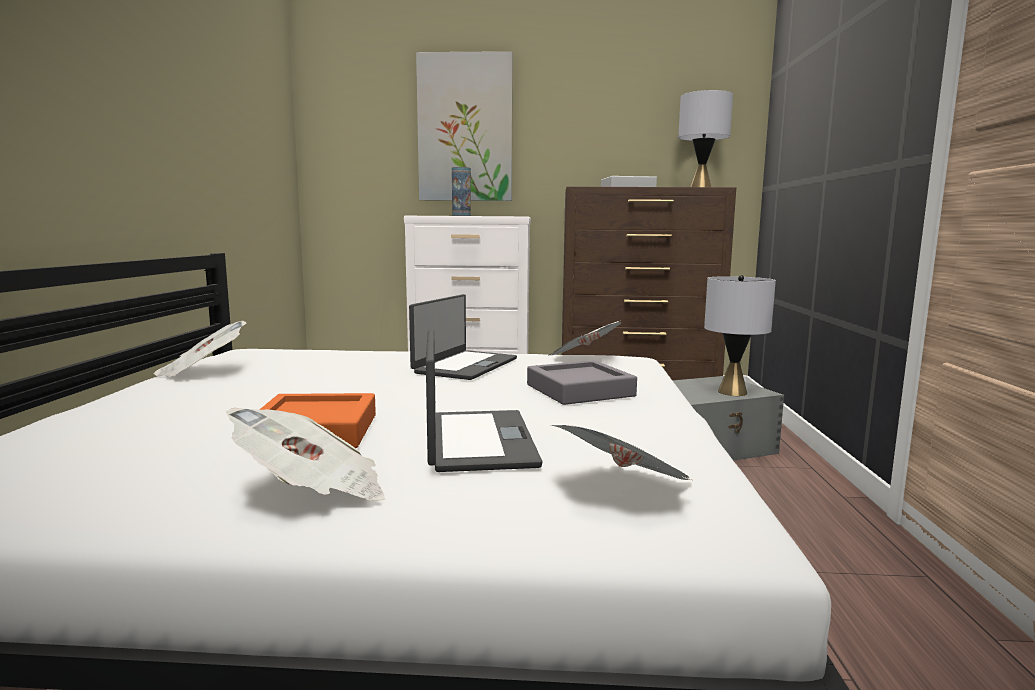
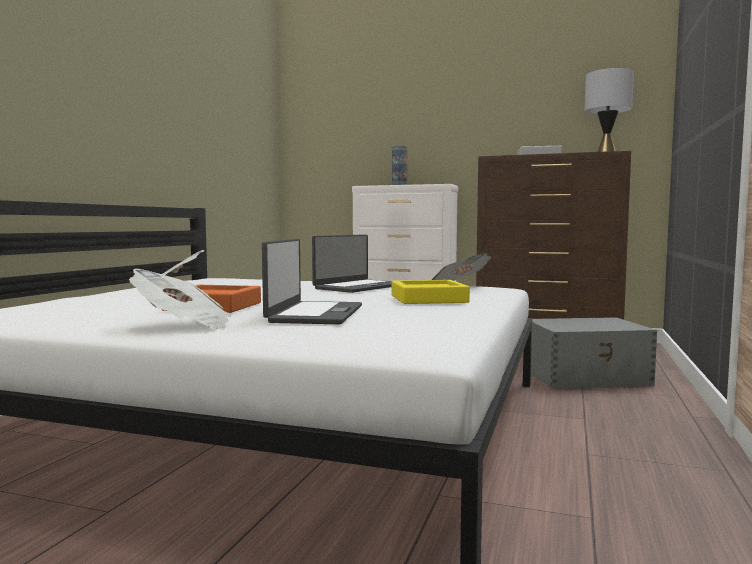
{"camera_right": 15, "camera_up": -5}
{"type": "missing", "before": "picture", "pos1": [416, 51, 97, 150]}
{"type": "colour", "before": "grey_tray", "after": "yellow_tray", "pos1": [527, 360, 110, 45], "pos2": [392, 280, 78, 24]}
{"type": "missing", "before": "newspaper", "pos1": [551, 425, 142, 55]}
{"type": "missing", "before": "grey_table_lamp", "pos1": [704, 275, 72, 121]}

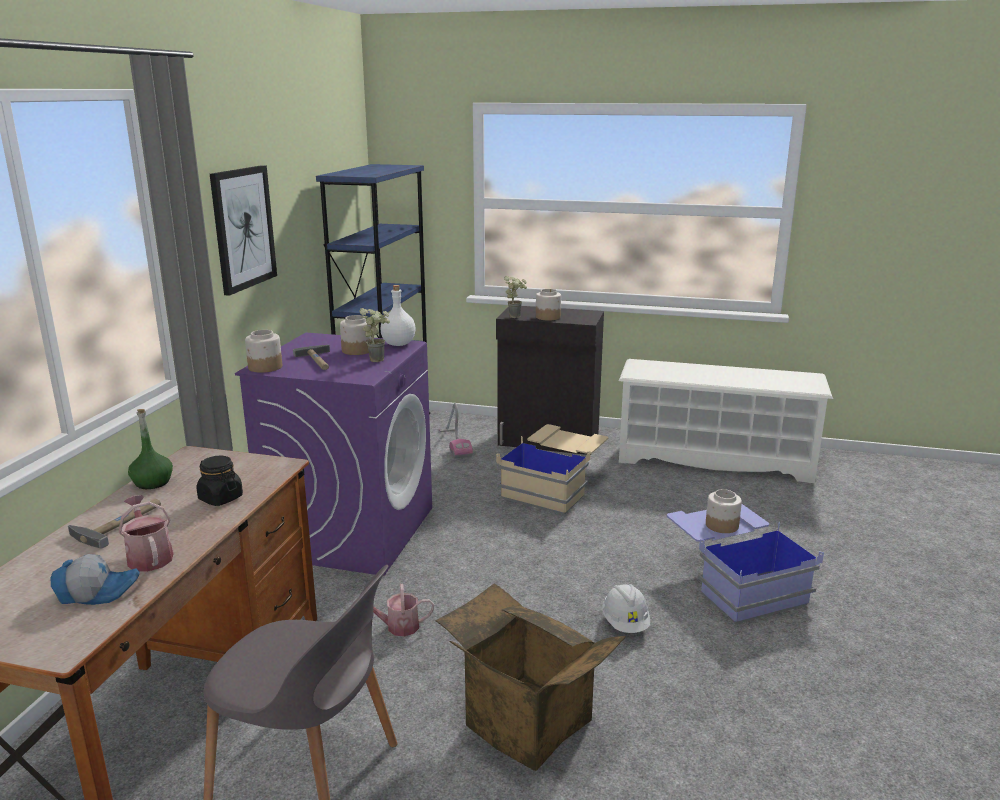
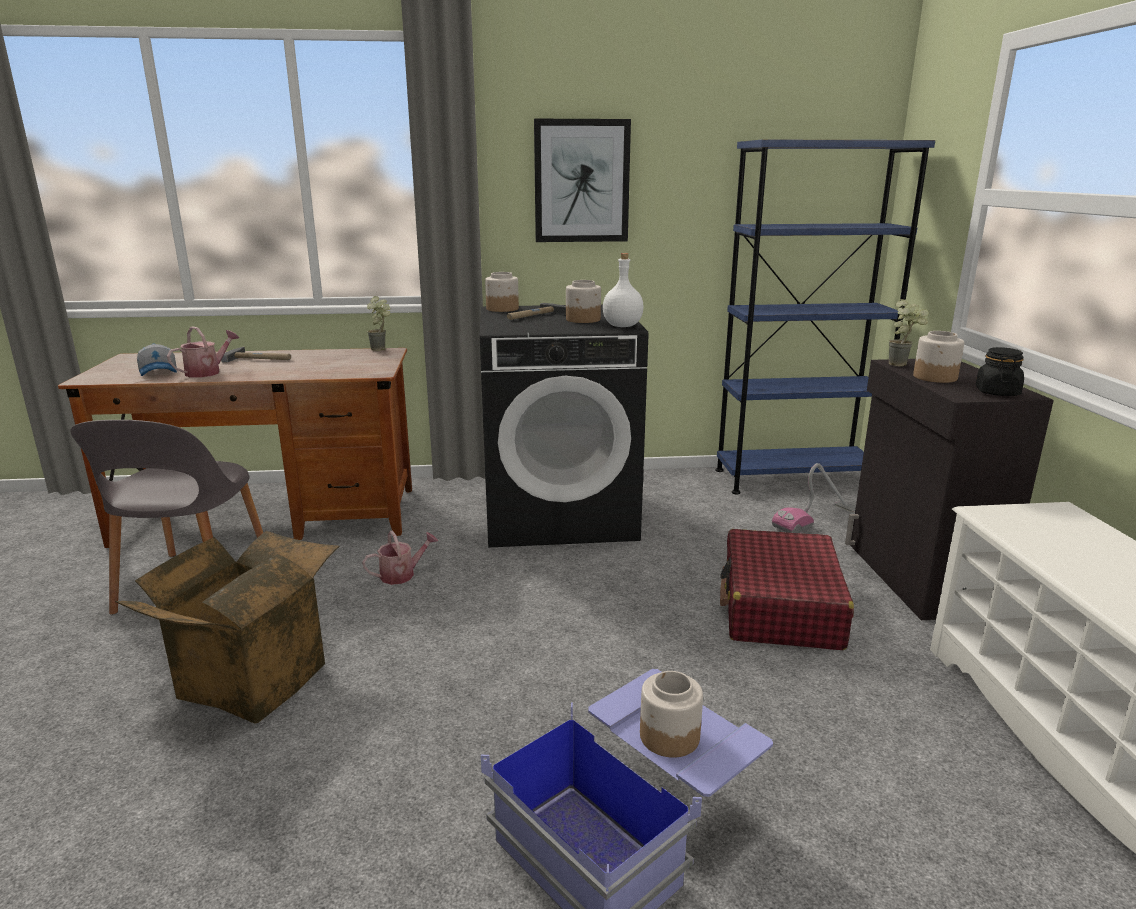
{"camera_right": 70, "camera_up": 0}
{"type": "missing", "before": "green_bottle", "pos1": [128, 409, 45, 80]}
{"type": "relocated", "before": "black_jar", "pos1": [196, 456, 47, 50], "pos2": [976, 347, 48, 49]}
{"type": "colour", "before": "purple_washing_machine", "after": "black_washing_machine", "pos1": [235, 333, 197, 243], "pos2": [480, 304, 169, 244]}
{"type": "relocated", "before": "potted_plant", "pos1": [359, 308, 31, 54], "pos2": [367, 296, 23, 55]}
{"type": "spun", "before": "watering_can", "pos1": [373, 584, 61, 52], "pos2": [362, 530, 76, 55], "turn": 90}
{"type": "exchanged", "before": "beige_storage_box", "after": "red_suitcase", "pos1": [496, 424, 113, 91], "pos2": [720, 529, 134, 121]}
{"type": "missing", "before": "white_hard_hat", "pos1": [602, 584, 48, 49]}

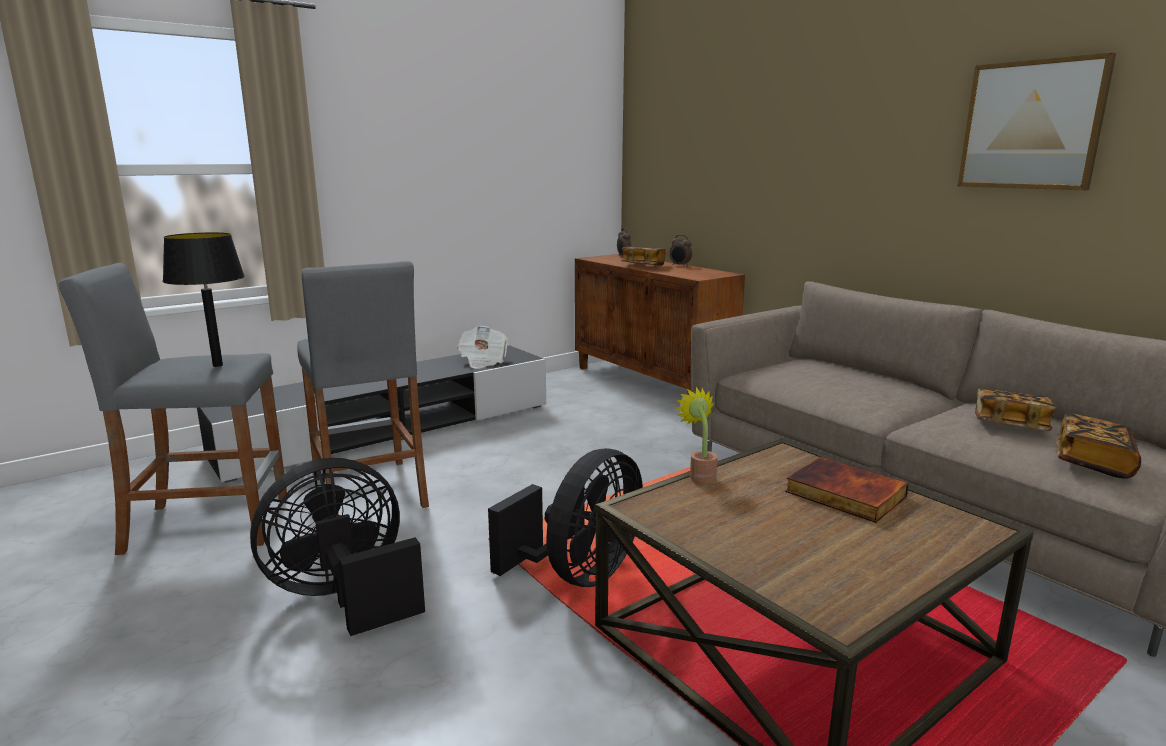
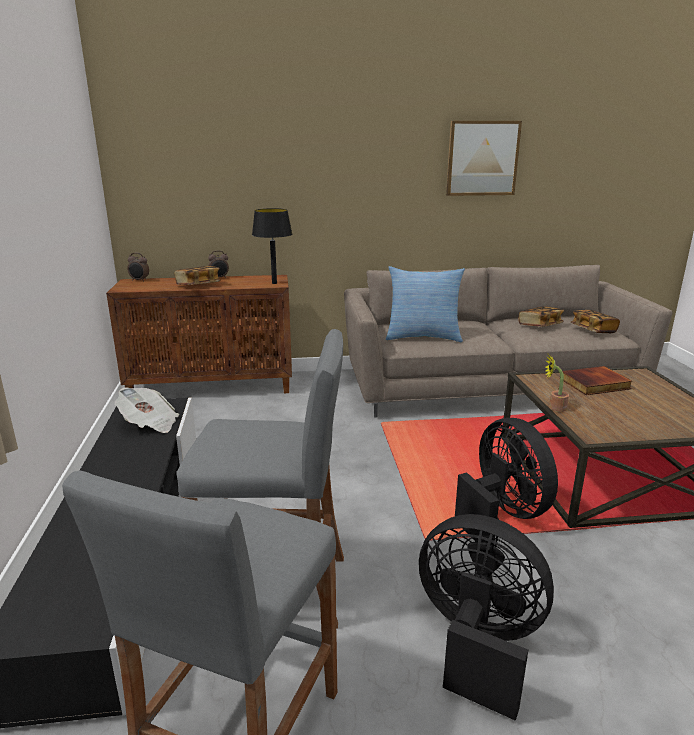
{"camera_right": -60, "camera_up": 5}
{"type": "relocated", "before": "black_table_lamp", "pos1": [163, 232, 82, 135], "pos2": [252, 208, 40, 76]}
{"type": "spun", "before": "black_fan", "pos1": [250, 458, 175, 178], "pos2": [419, 514, 135, 207], "turn": 120}
{"type": "appeared", "after": "pillow", "pos2": [386, 266, 79, 76]}

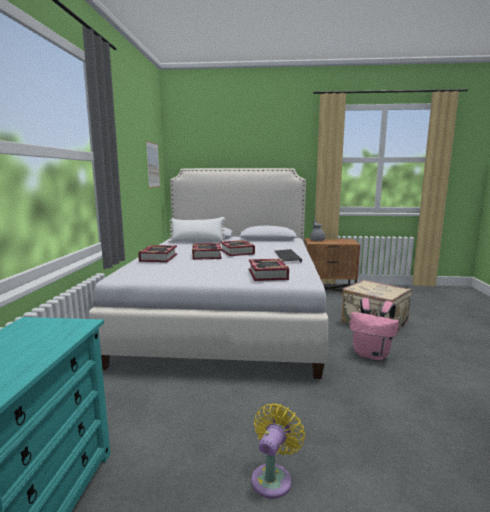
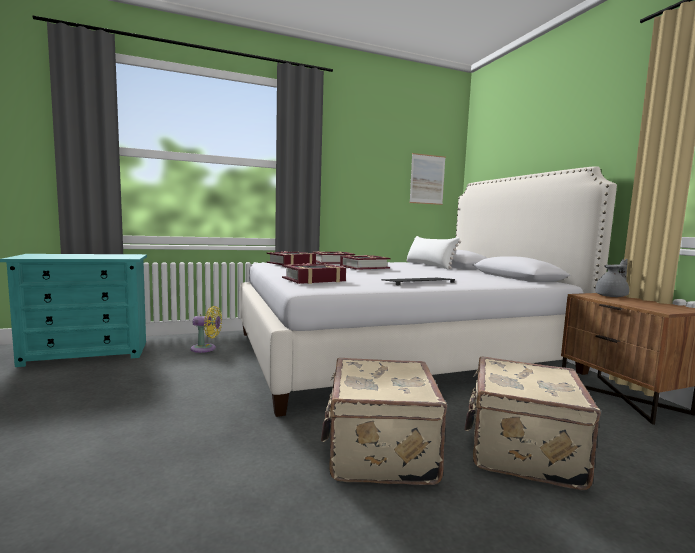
{"camera_right": 65, "camera_up": -5}
{"type": "relocated", "before": "book", "pos1": [220, 240, 35, 16], "pos2": [266, 251, 50, 14]}
{"type": "relocated", "before": "yellow_fan", "pos1": [251, 403, 54, 96], "pos2": [191, 306, 31, 47]}
{"type": "exchanged", "before": "pink_backpack", "after": "beige_suitcase", "pos1": [349, 298, 50, 62], "pos2": [321, 358, 126, 127]}

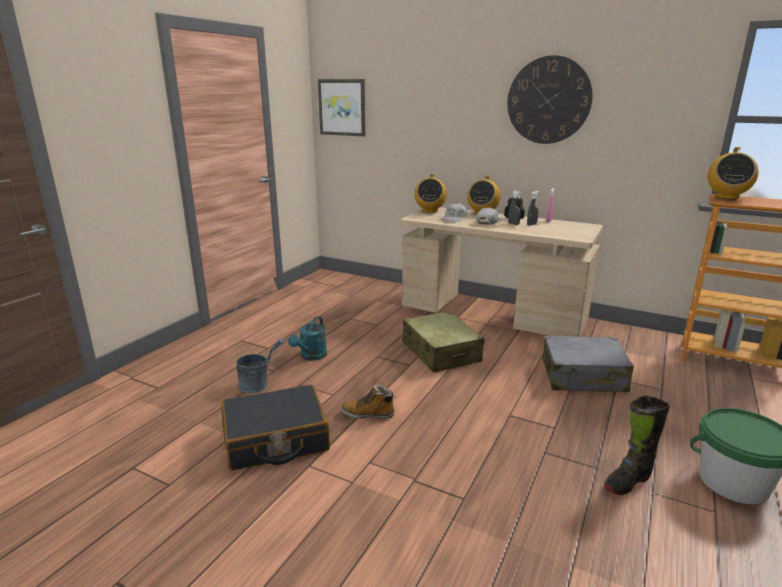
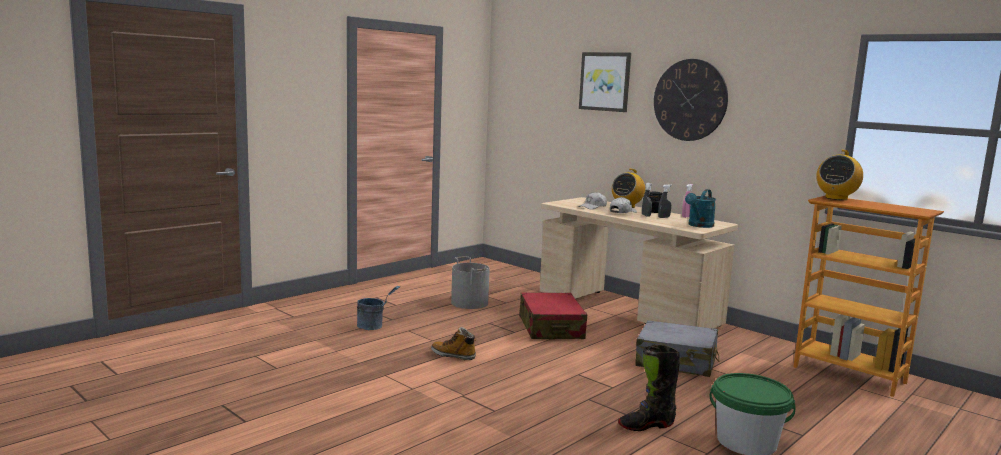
{"camera_right": 15, "camera_up": -10}
{"type": "missing", "before": "black_suitcase", "pos1": [221, 384, 109, 86]}
{"type": "relocated", "before": "turquoise_watering_can", "pos1": [288, 316, 39, 45], "pos2": [685, 189, 31, 39]}
{"type": "relocated", "before": "picture", "pos1": [318, 79, 48, 57], "pos2": [579, 52, 52, 60]}
{"type": "colour", "before": "beige_suitcase", "after": "red_suitcase", "pos1": [403, 311, 81, 61], "pos2": [519, 292, 68, 47]}
{"type": "missing", "before": "radio", "pos1": [414, 173, 33, 40]}
{"type": "appeared", "after": "grey_bucket", "pos2": [451, 256, 39, 53]}

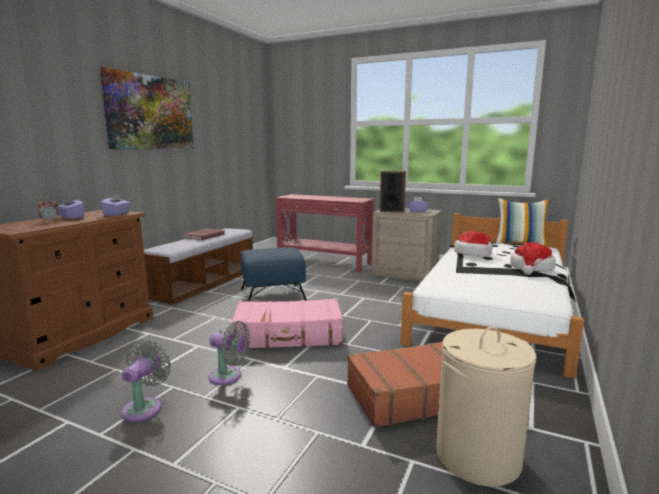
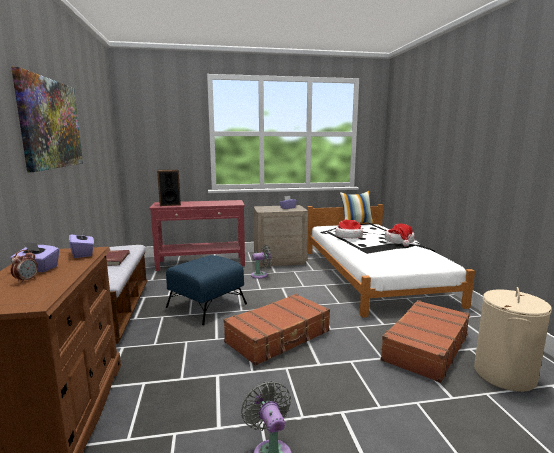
{"camera_right": -35, "camera_up": 0}
{"type": "relocated", "before": "grey_fan", "pos1": [209, 321, 41, 64], "pos2": [251, 245, 21, 34]}
{"type": "colour", "before": "pink_suitcase", "after": "brown_suitcase", "pos1": [231, 298, 112, 51], "pos2": [224, 294, 106, 72]}
{"type": "relocated", "before": "speaker", "pos1": [380, 171, 26, 42], "pos2": [157, 169, 24, 37]}

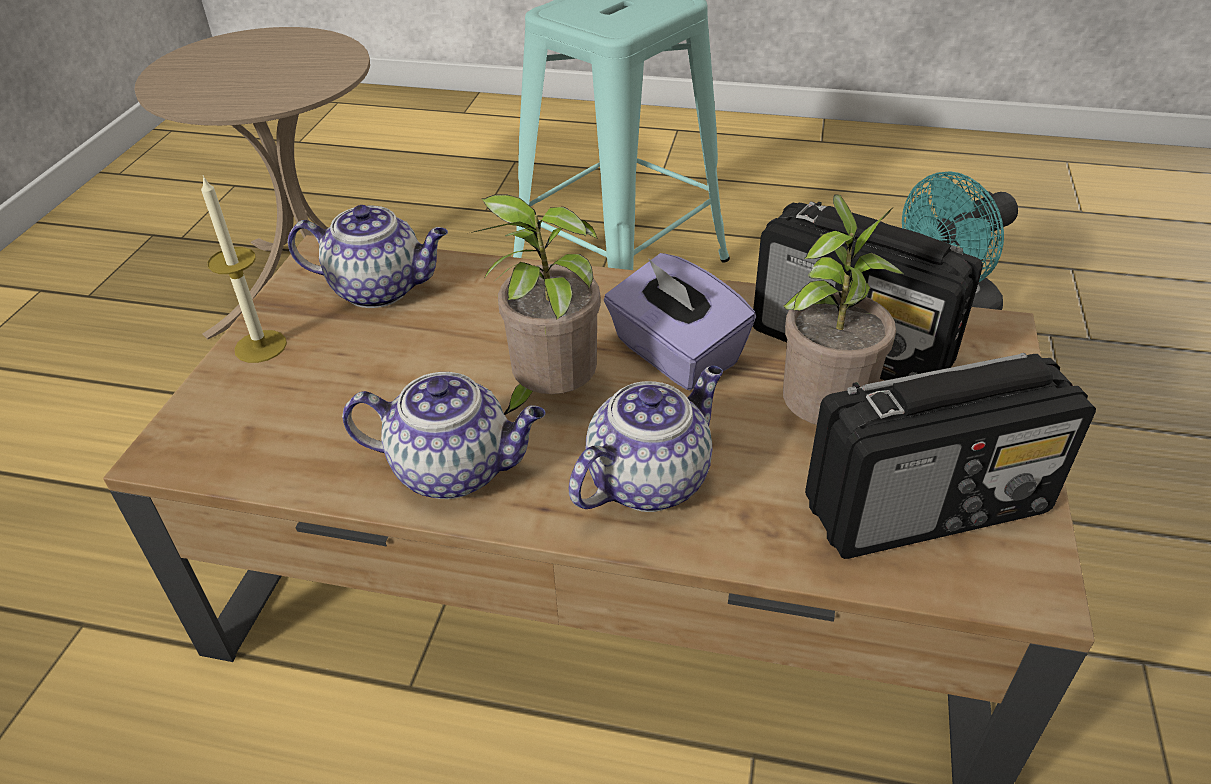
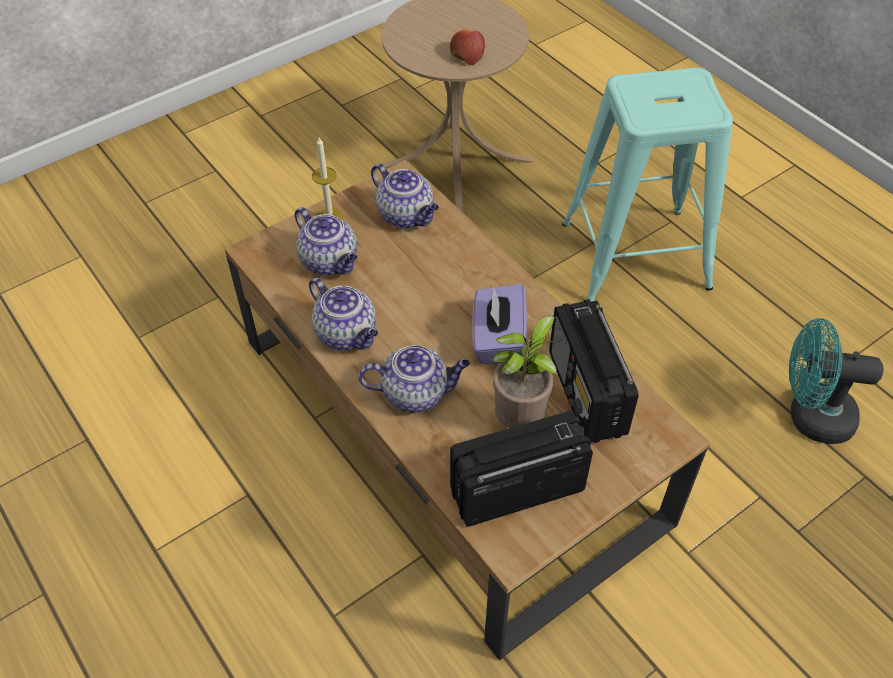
{"camera_right": 40, "camera_up": 10}
{"type": "missing", "before": "potted_plant", "pos1": [467, 194, 134, 221]}
{"type": "spun", "before": "radio", "pos1": [805, 353, 291, 206], "pos2": [450, 411, 143, 116], "turn": 135}
{"type": "appeared", "after": "teapot", "pos2": [295, 207, 63, 68]}
{"type": "appeared", "after": "apple", "pos2": [450, 29, 35, 36]}

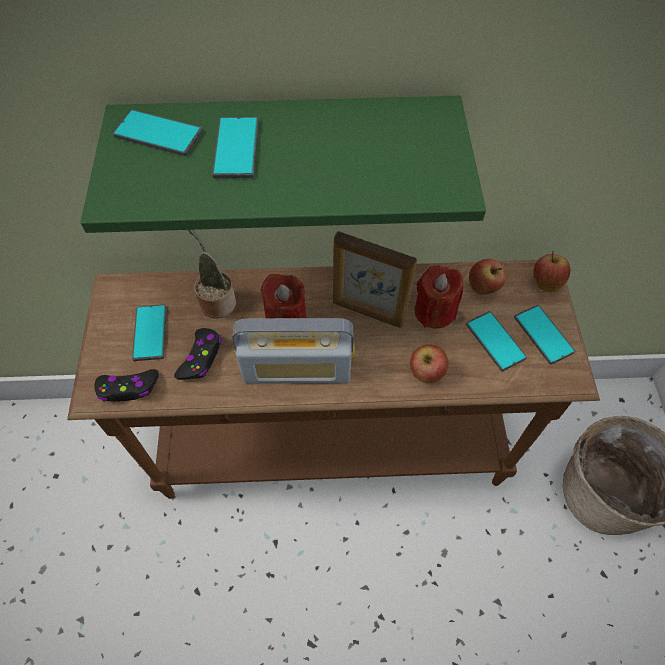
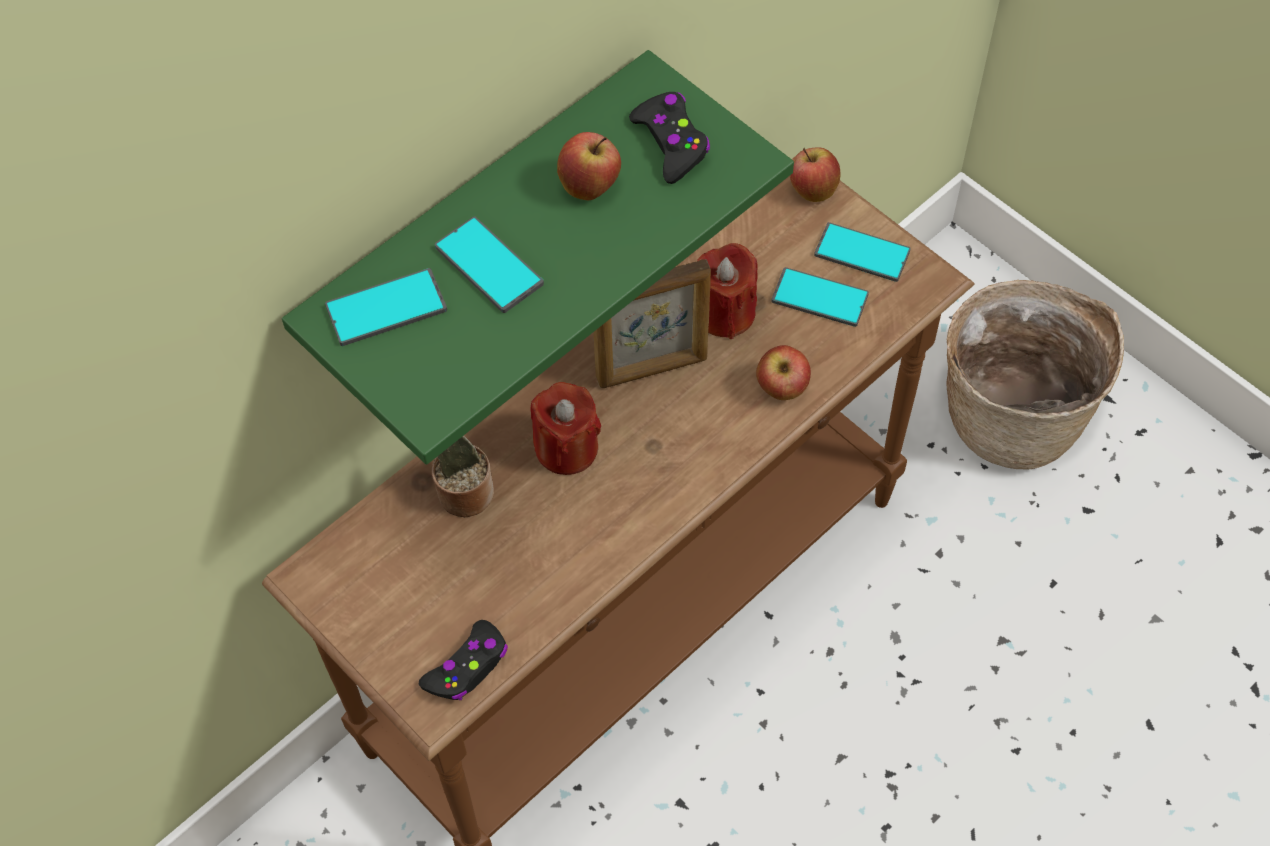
{"camera_right": -40, "camera_up": 0}
{"type": "missing", "before": "phone", "pos1": [132, 305, 35, 56]}
{"type": "relocated", "before": "black_game_controller", "pos1": [174, 328, 48, 52], "pos2": [629, 92, 81, 92]}
{"type": "missing", "before": "radio", "pos1": [233, 318, 122, 66]}
{"type": "relocated", "before": "apple", "pos1": [469, 259, 37, 36], "pos2": [557, 132, 64, 68]}

